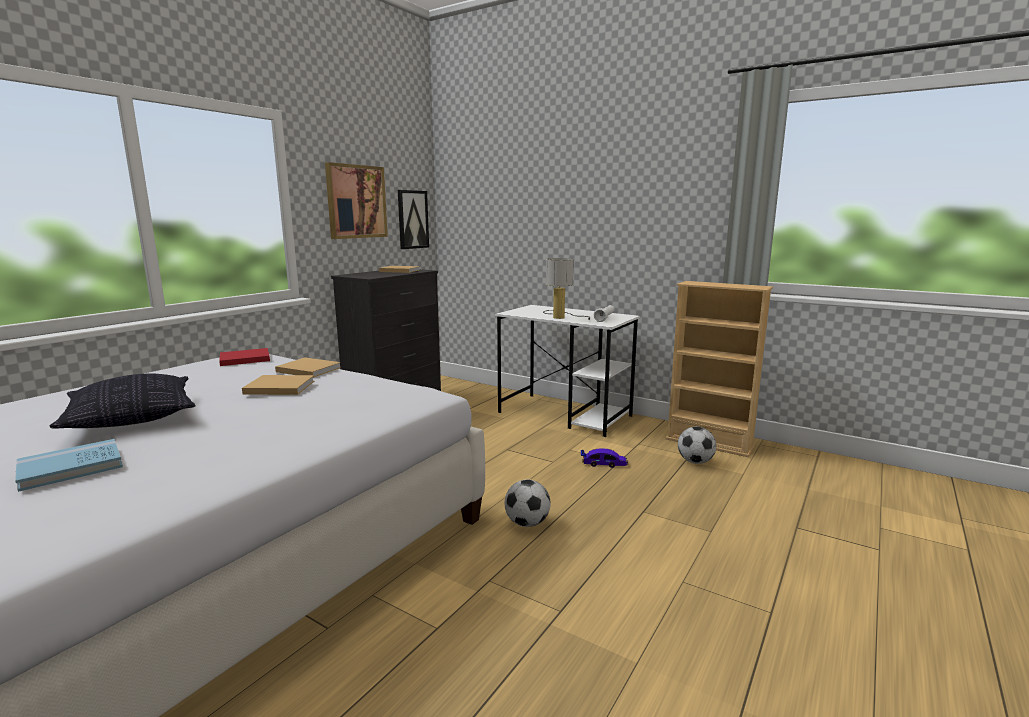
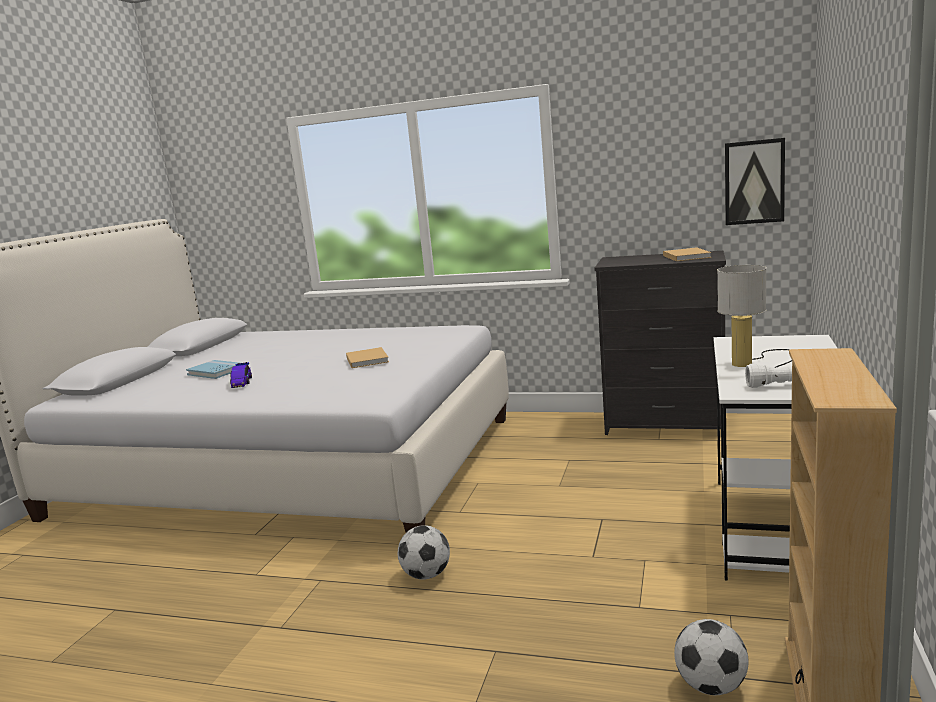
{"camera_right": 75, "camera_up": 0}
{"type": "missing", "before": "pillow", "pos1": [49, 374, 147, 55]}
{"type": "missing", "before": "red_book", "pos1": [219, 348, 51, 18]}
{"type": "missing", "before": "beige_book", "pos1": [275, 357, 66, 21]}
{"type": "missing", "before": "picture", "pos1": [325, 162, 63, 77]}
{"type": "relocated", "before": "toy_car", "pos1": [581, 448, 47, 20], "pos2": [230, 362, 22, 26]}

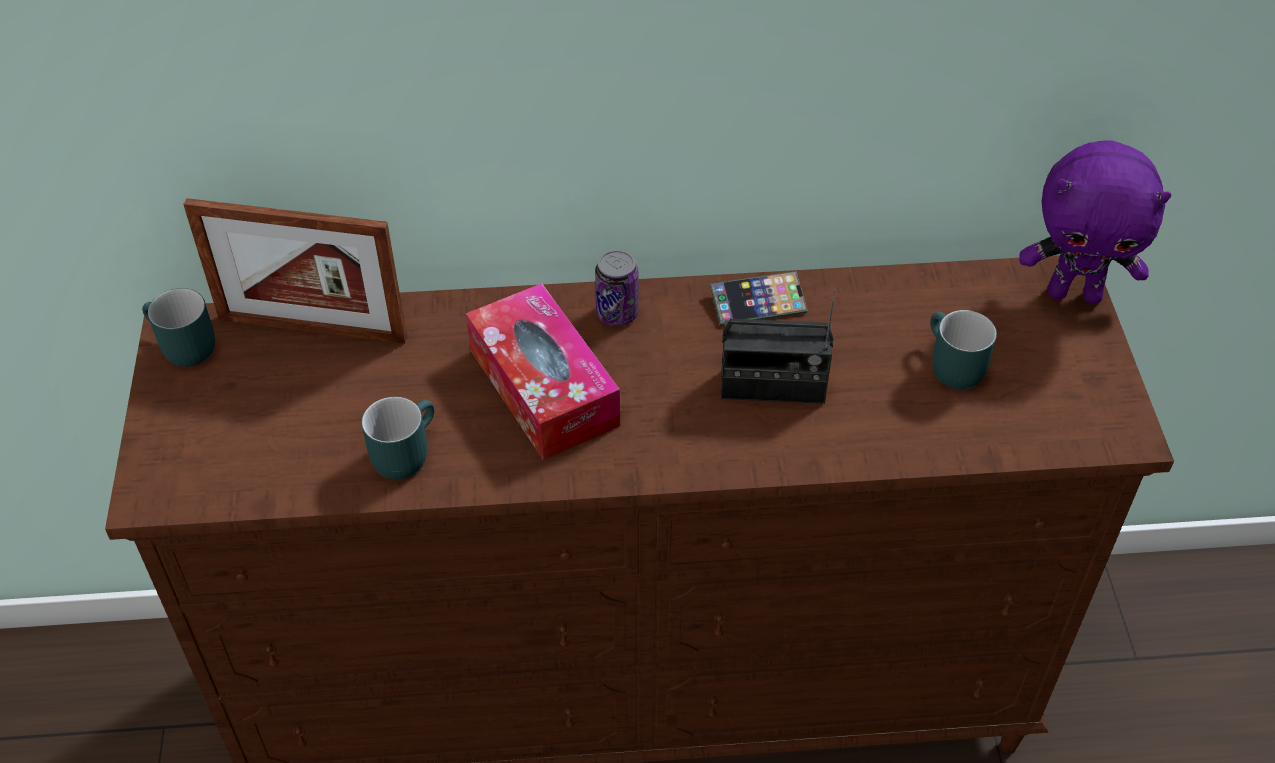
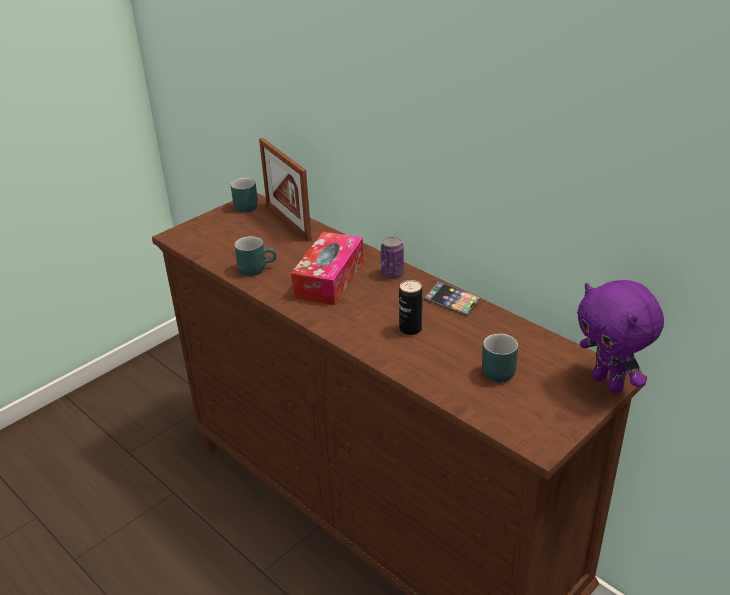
{"camera_right": 50, "camera_up": -15}
{"type": "exchanged", "before": "radio", "after": "can", "pos1": [721, 289, 114, 115], "pos2": [399, 280, 23, 55]}

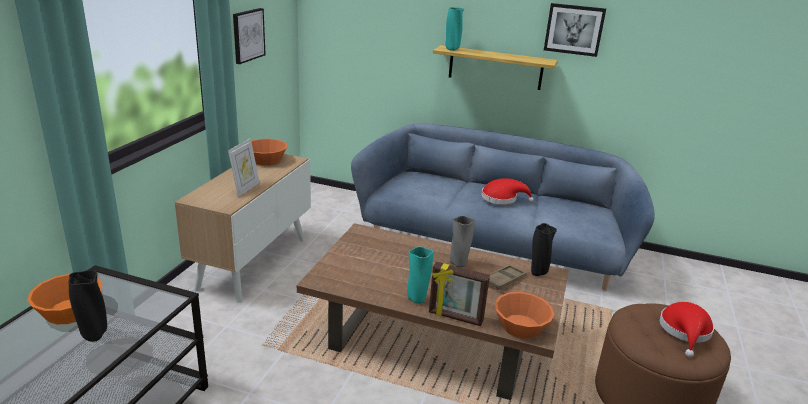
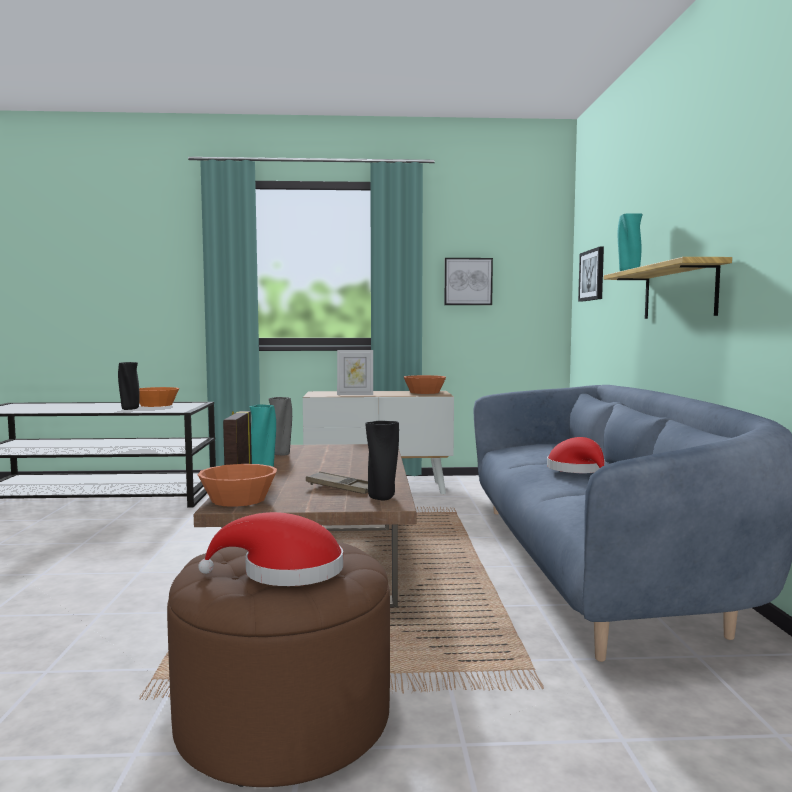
{"camera_right": 70, "camera_up": -20}
{"type": "relocated", "before": "grey_vase", "pos1": [450, 216, 25, 52], "pos2": [268, 397, 24, 58]}
{"type": "relocated", "before": "picture", "pos1": [544, 3, 62, 54], "pos2": [578, 247, 26, 55]}

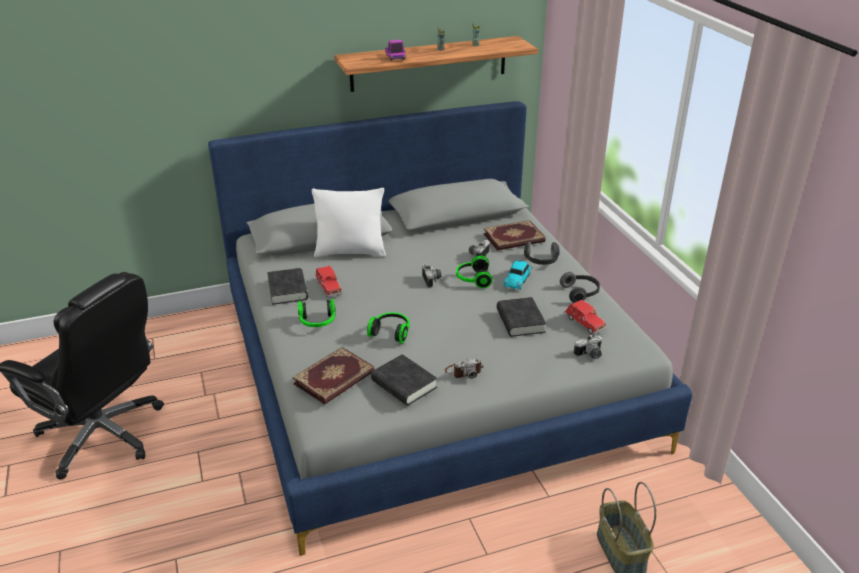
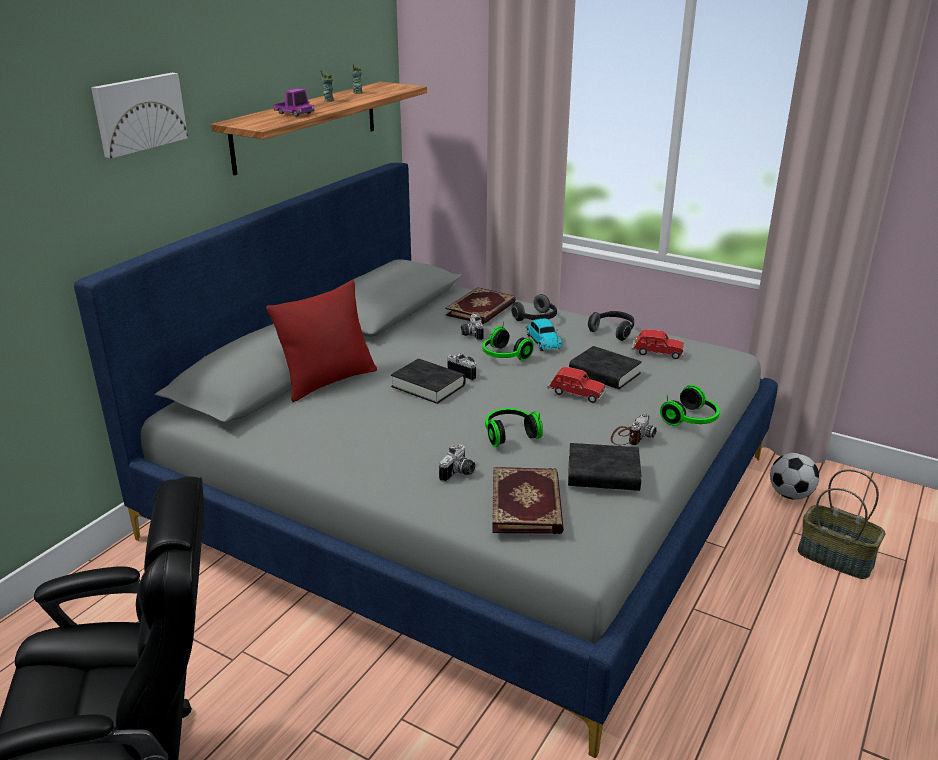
{"camera_right": -40, "camera_up": -5}
{"type": "relocated", "before": "black_book", "pos1": [267, 268, 41, 37], "pos2": [391, 359, 75, 45]}
{"type": "relocated", "before": "headphones", "pos1": [298, 297, 38, 30], "pos2": [660, 385, 60, 41]}
{"type": "colour", "before": "white_pillow", "after": "red_pillow", "pos1": [312, 188, 74, 69], "pos2": [266, 280, 111, 122]}
{"type": "relocated", "before": "red_toy_car", "pos1": [315, 266, 27, 31], "pos2": [547, 367, 59, 36]}
{"type": "relocated", "before": "photo_camera", "pos1": [574, 334, 28, 25], "pos2": [439, 445, 36, 37]}
{"type": "appeared", "after": "picture", "pos2": [91, 73, 97, 85]}
{"type": "appeared", "after": "football", "pos2": [770, 453, 49, 47]}

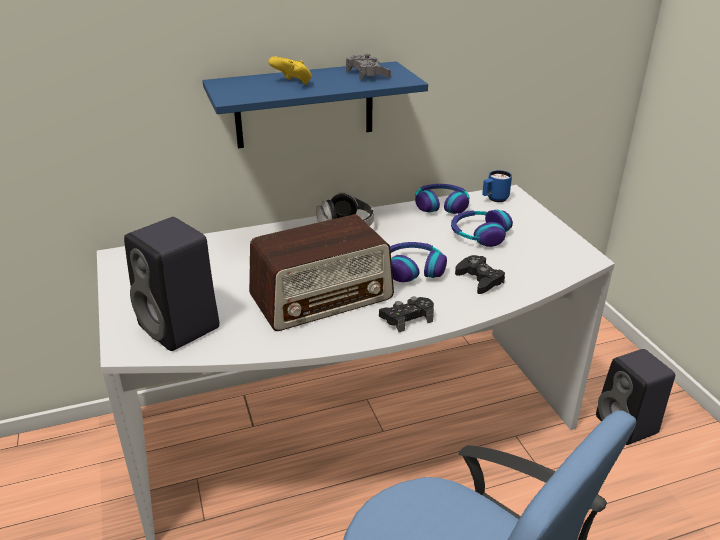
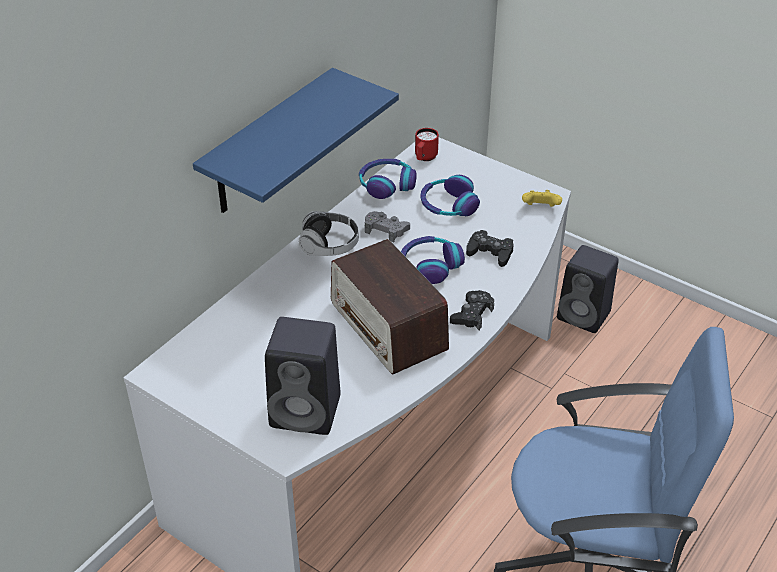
{"camera_right": -35, "camera_up": 10}
{"type": "spun", "before": "radio", "pos1": [249, 214, 145, 117], "pos2": [331, 239, 118, 135], "turn": 120}
{"type": "relocated", "before": "yellow_game_controller", "pos1": [268, 57, 44, 28], "pos2": [522, 190, 40, 17]}
{"type": "relocated", "before": "grey_game_controller", "pos1": [346, 54, 45, 26], "pos2": [365, 211, 45, 31]}
{"type": "colour", "before": "blue_mug", "after": "red_mug", "pos1": [482, 170, 30, 32], "pos2": [415, 128, 24, 33]}

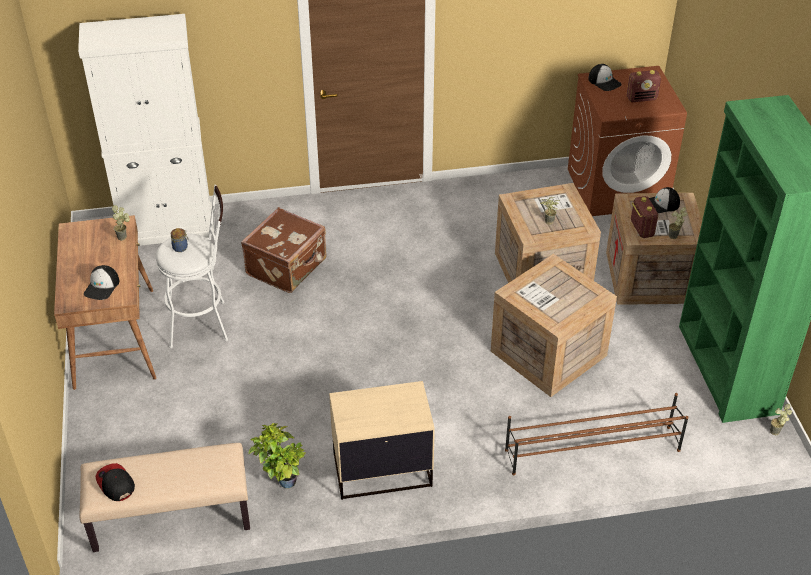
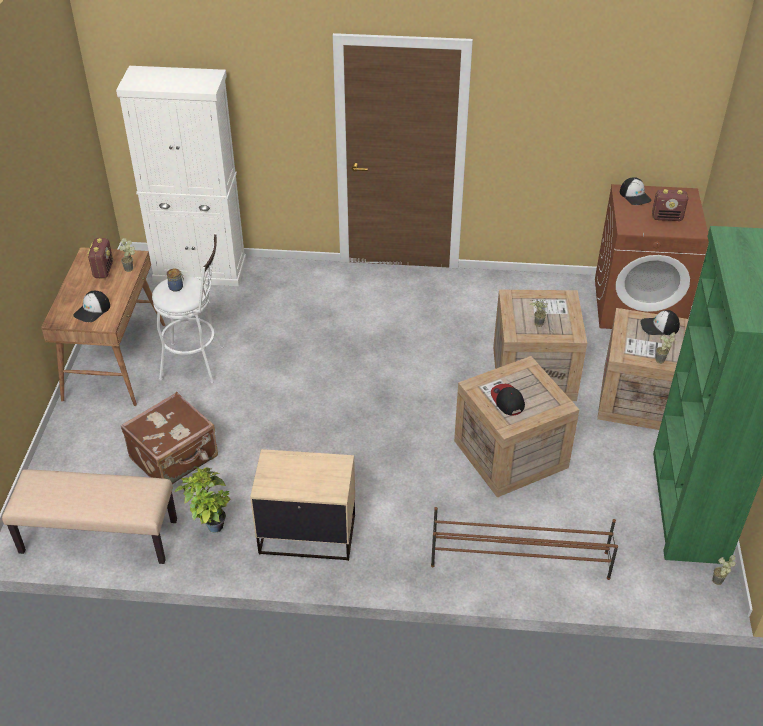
{"camera_right": 15, "camera_up": 0}
{"type": "relocated", "before": "cap", "pos1": [95, 463, 40, 38], "pos2": [491, 384, 34, 32]}
{"type": "relocated", "before": "brown_suitcase", "pos1": [241, 207, 85, 86], "pos2": [120, 392, 98, 92]}
{"type": "relocated", "before": "radio", "pos1": [631, 196, 27, 42], "pos2": [87, 238, 26, 40]}

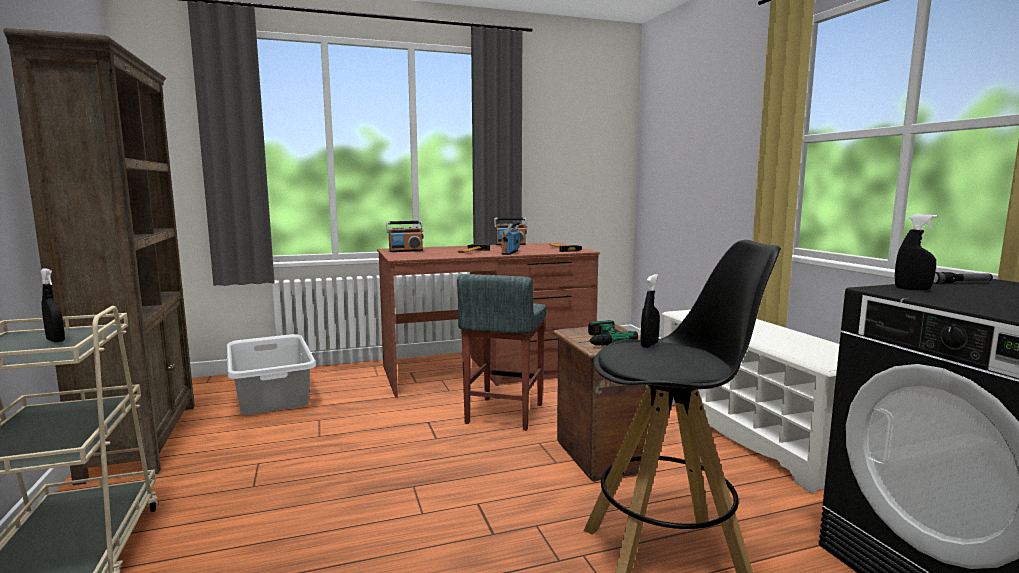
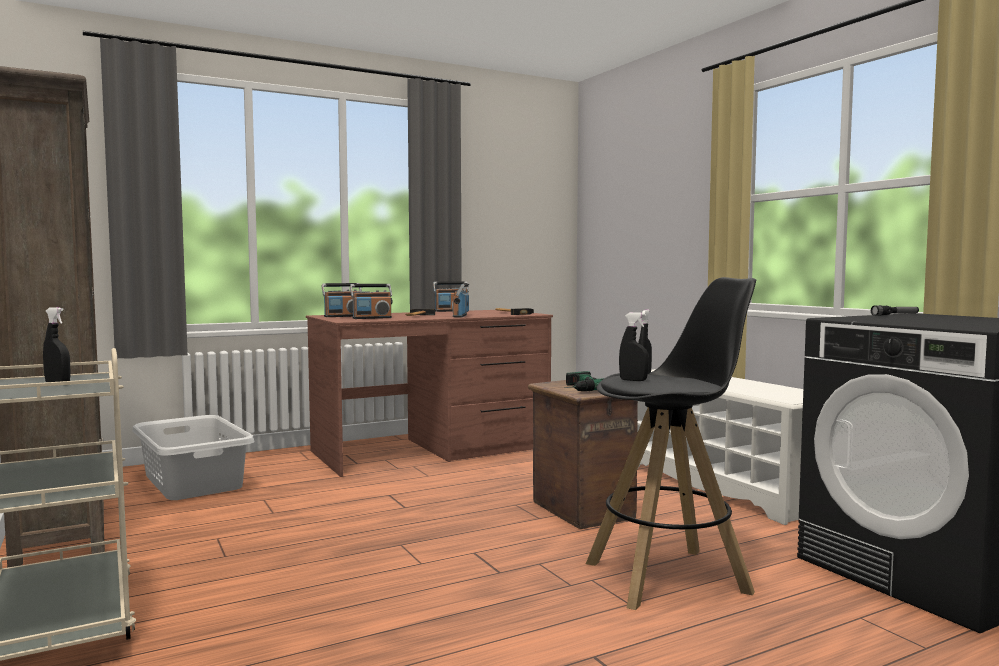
{"camera_right": -10, "camera_up": -5}
{"type": "missing", "before": "grey_stool", "pos1": [457, 274, 90, 157]}
{"type": "relocated", "before": "black_spray_bottle", "pos1": [895, 214, 42, 77], "pos2": [619, 312, 30, 69]}
{"type": "appeared", "after": "radio", "pos2": [350, 284, 42, 35]}

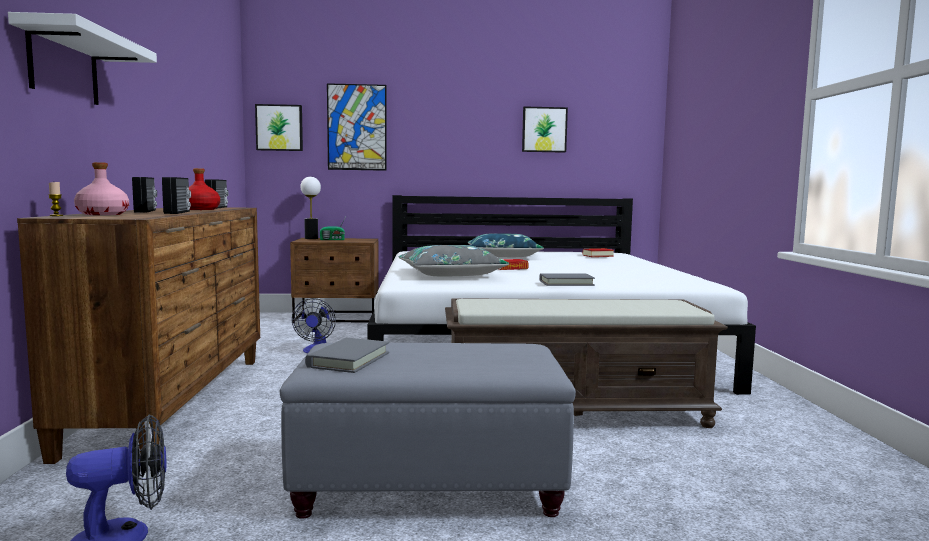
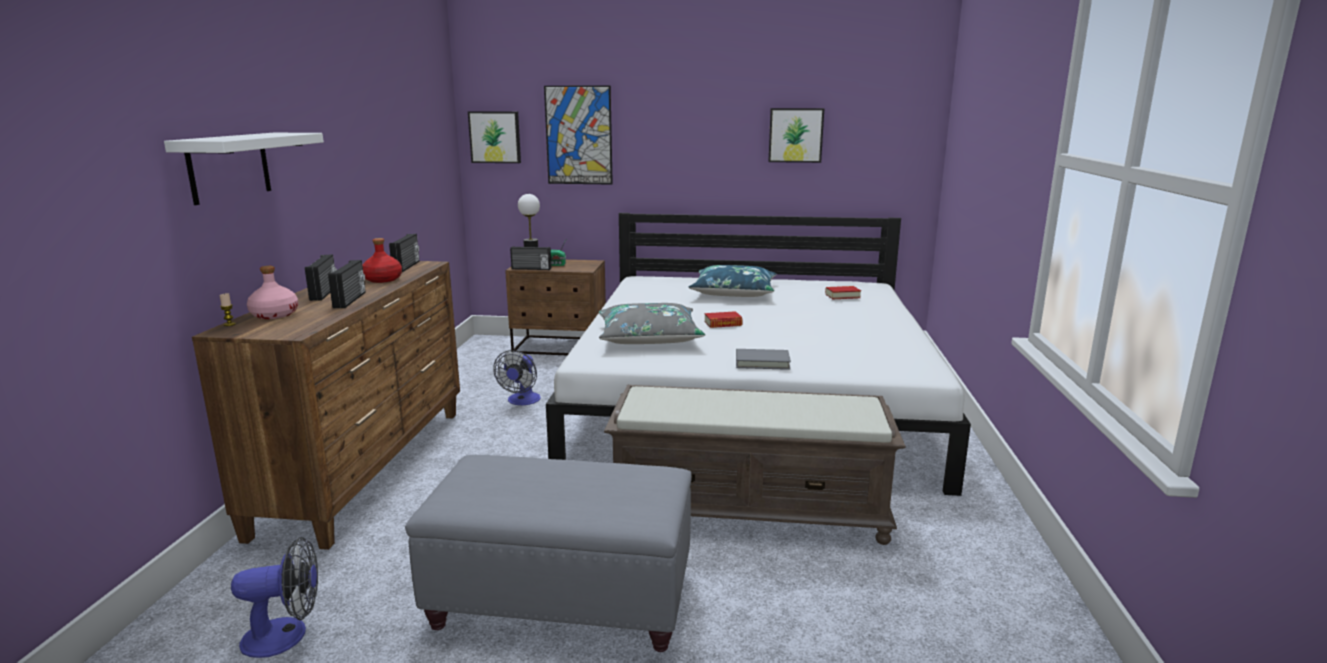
{"camera_right": 10, "camera_up": 10}
{"type": "missing", "before": "grey_book", "pos1": [305, 338, 84, 35]}
{"type": "appeared", "after": "radio", "pos2": [510, 246, 41, 24]}

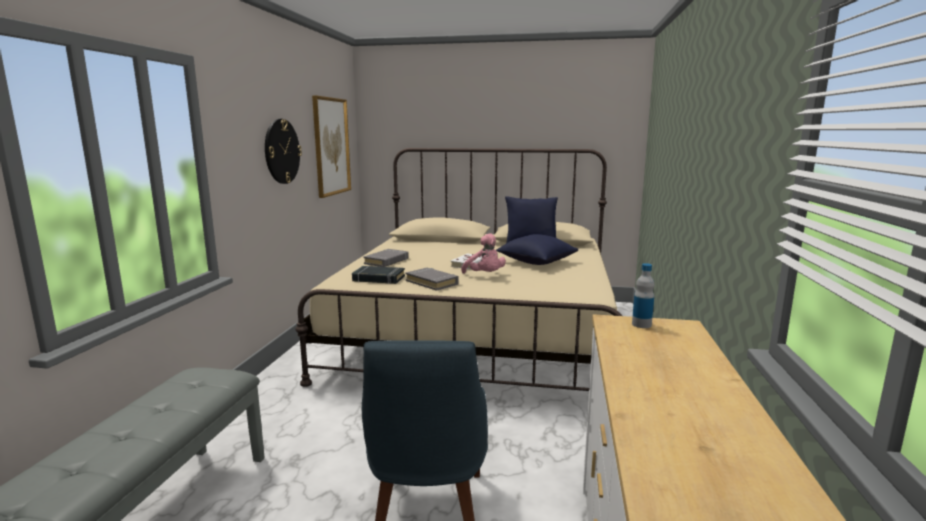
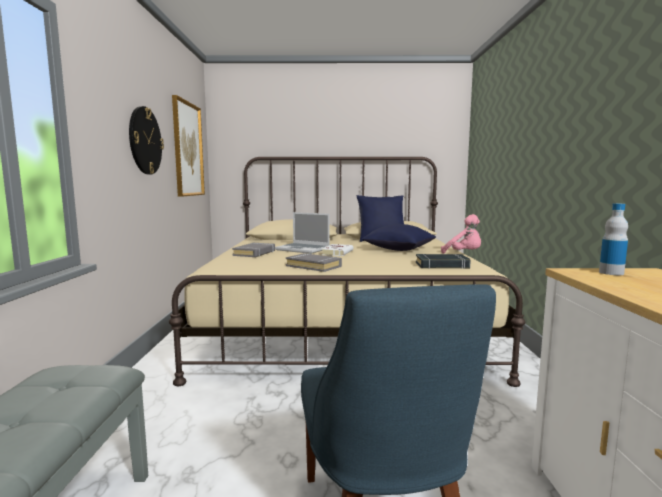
{"camera_right": -10, "camera_up": -5}
{"type": "relocated", "before": "black_book", "pos1": [352, 266, 53, 18], "pos2": [416, 254, 55, 15]}
{"type": "relocated", "before": "pink_plush_toy", "pos1": [461, 233, 45, 41], "pos2": [441, 214, 40, 40]}
{"type": "appeared", "after": "laptop", "pos2": [275, 212, 55, 42]}

